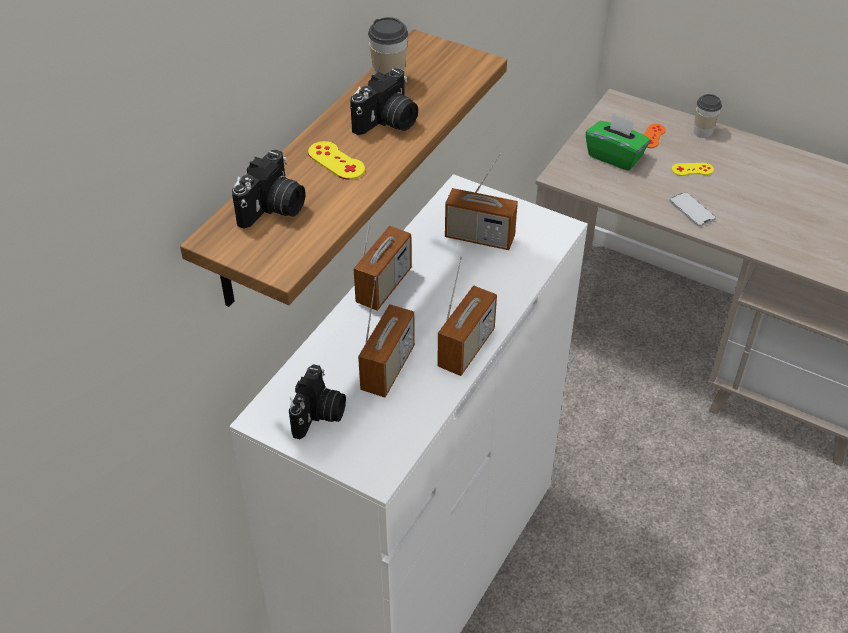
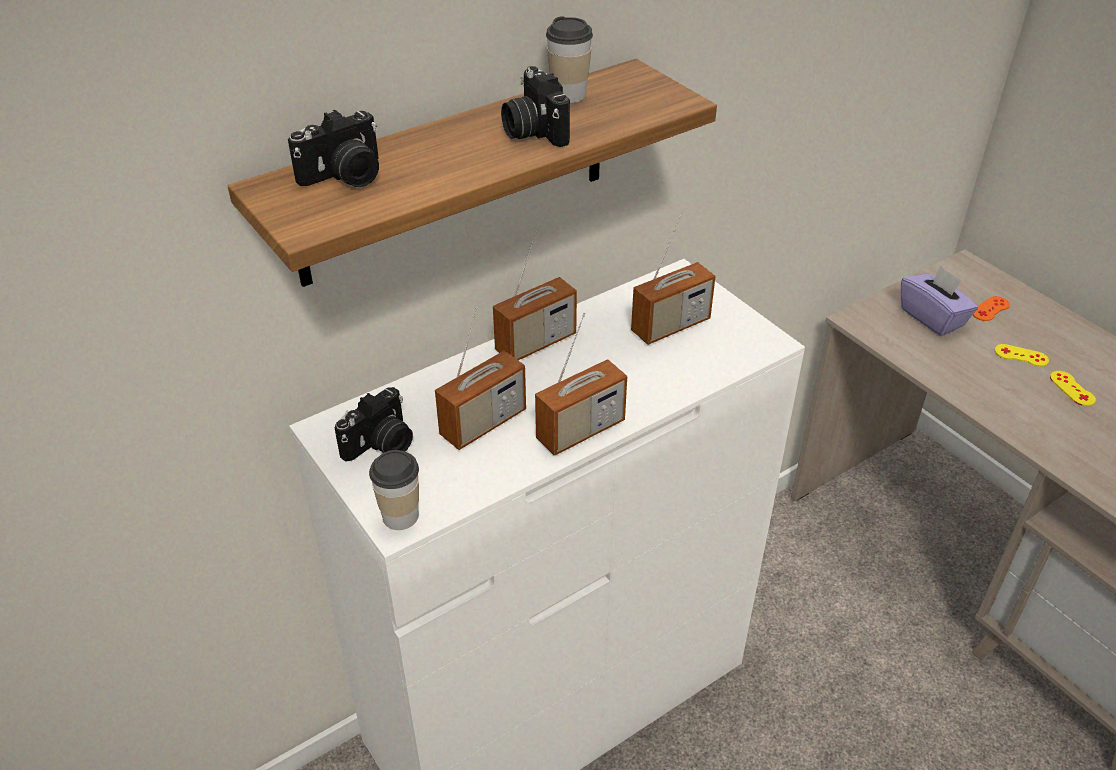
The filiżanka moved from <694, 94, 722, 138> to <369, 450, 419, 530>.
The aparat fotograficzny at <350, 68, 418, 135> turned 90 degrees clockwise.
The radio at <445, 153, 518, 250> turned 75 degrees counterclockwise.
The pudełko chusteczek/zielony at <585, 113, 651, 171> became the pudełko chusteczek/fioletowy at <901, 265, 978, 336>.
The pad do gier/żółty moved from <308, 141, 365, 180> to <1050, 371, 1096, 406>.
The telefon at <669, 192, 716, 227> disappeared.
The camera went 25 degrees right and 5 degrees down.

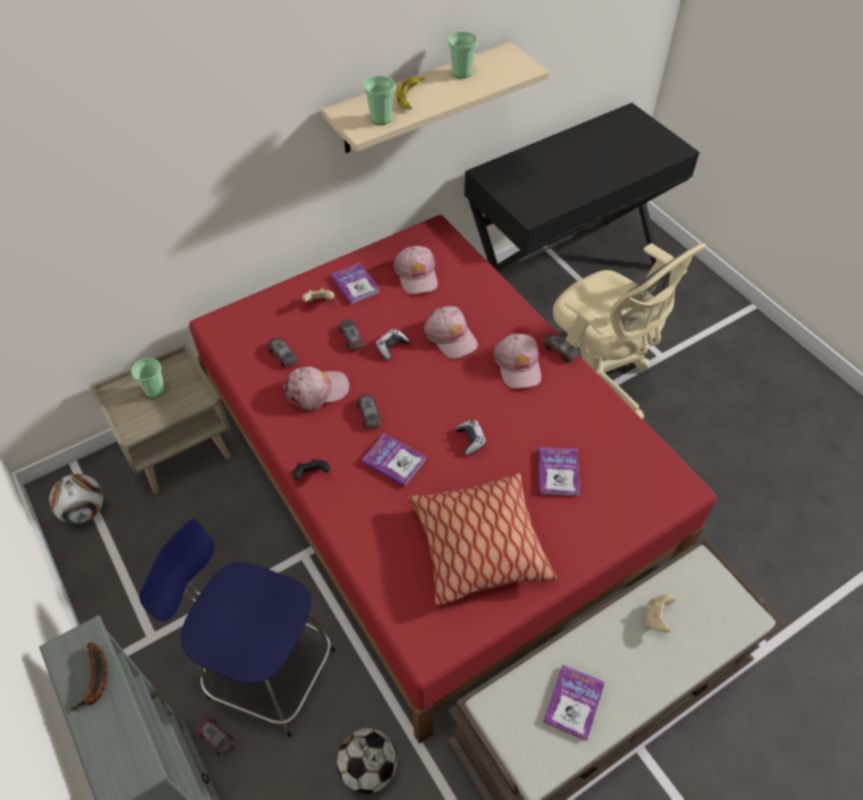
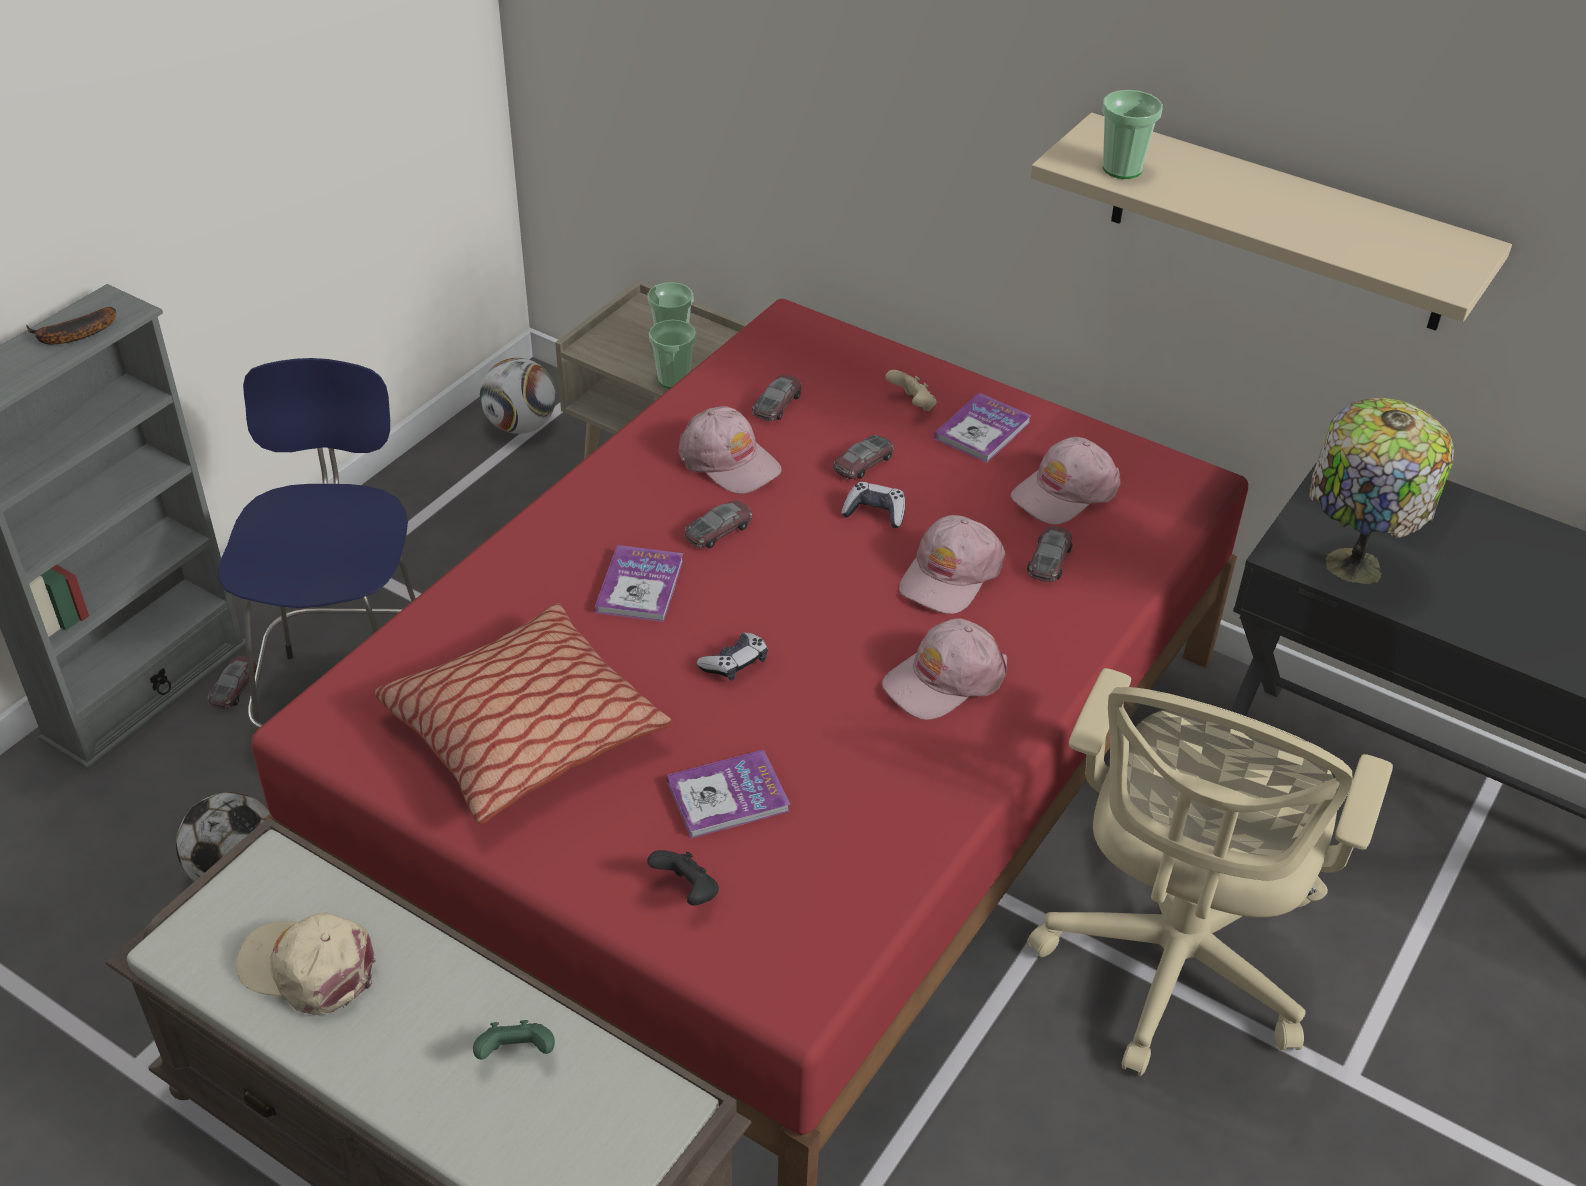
The książka at <543, 665, 605, 741> was replaced by the czapka z daszkiem/beżowy at <236, 912, 376, 1015>.
The pad do gier/beżowy at <644, 594, 676, 632> became the pad do gier/zielony at <473, 1020, 555, 1060>.
The pad do gier/czarny moved from <293, 459, 330, 480> to <647, 850, 719, 905>.
The filiżanka moved from <448, 31, 478, 78> to <649, 320, 696, 389>.
The samochodzik moved from <543, 333, 579, 362> to <1027, 526, 1072, 582>.
The lampa stołowa at <1309, 397, 1454, 584> appeared.
The banan at <396, 77, 425, 109> disappeared.
The camera went 65 degrees right and 10 degrees down.

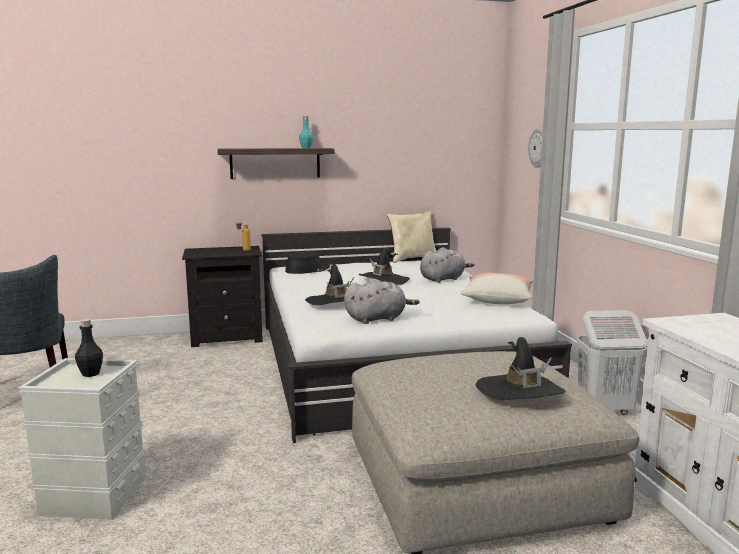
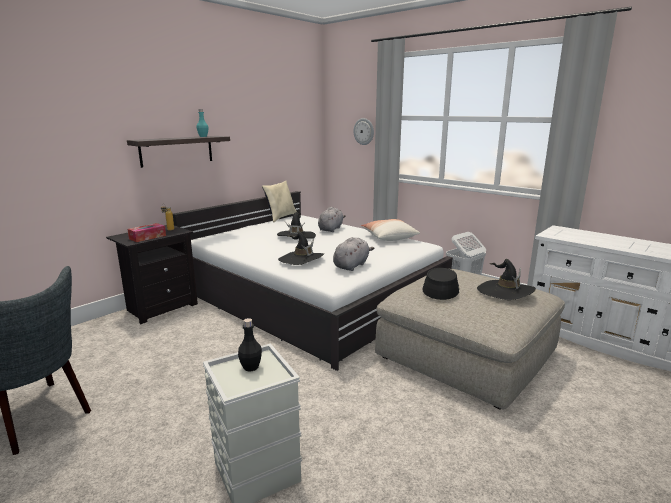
The pudełko chusteczek at <127, 223, 166, 242> appeared.
The kapelusz/czarny moved from <285, 252, 330, 274> to <423, 268, 459, 300>.
The camera went 35 degrees left and 5 degrees up.

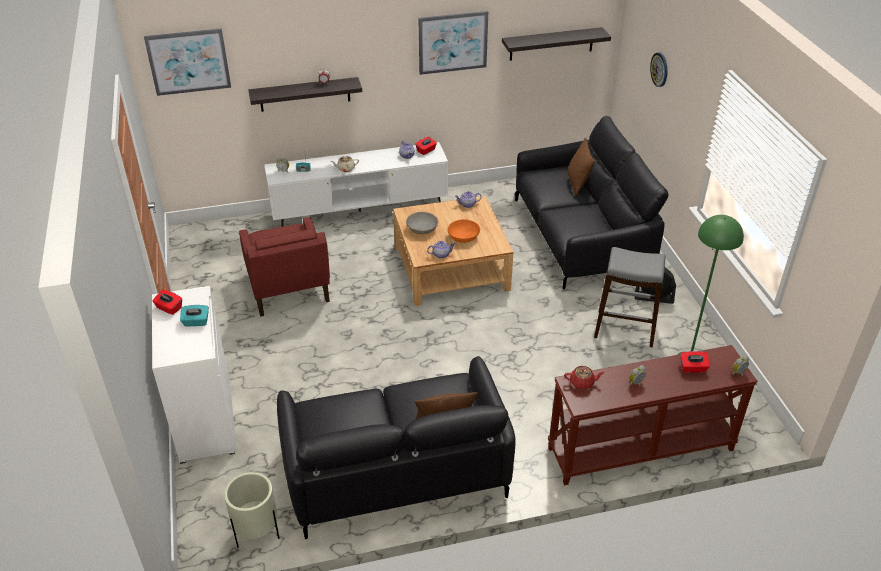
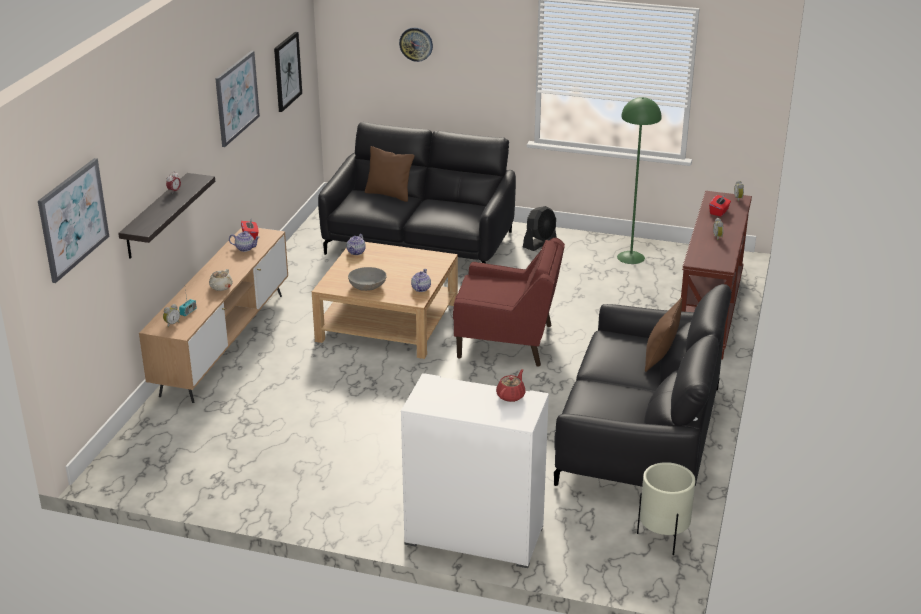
The szafka pod telewizor/biały at <264, 142, 448, 227> became the szafka pod telewizor/brązowy at <139, 227, 288, 403>.
The półka at <502, 27, 611, 61> was replaced by the obraz at <274, 31, 302, 112>.
The fotel/czerwony moved from <239, 217, 330, 317> to <453, 238, 565, 367>.
The imbryk/czerwony moved from <564, 366, 605, 389> to <496, 369, 526, 402>.
The pudełko chusteczek/czerwony at <152, 289, 182, 315> disappeared.
The pudełko chusteczek/turkusowy at <180, 305, 209, 327> disappeared.
The miska/pomarańczowy at <447, 219, 480, 243> disappeared.
The stołek/szary at <594, 247, 666, 348> disappeared.
The camera went 60 degrees left and 10 degrees down.

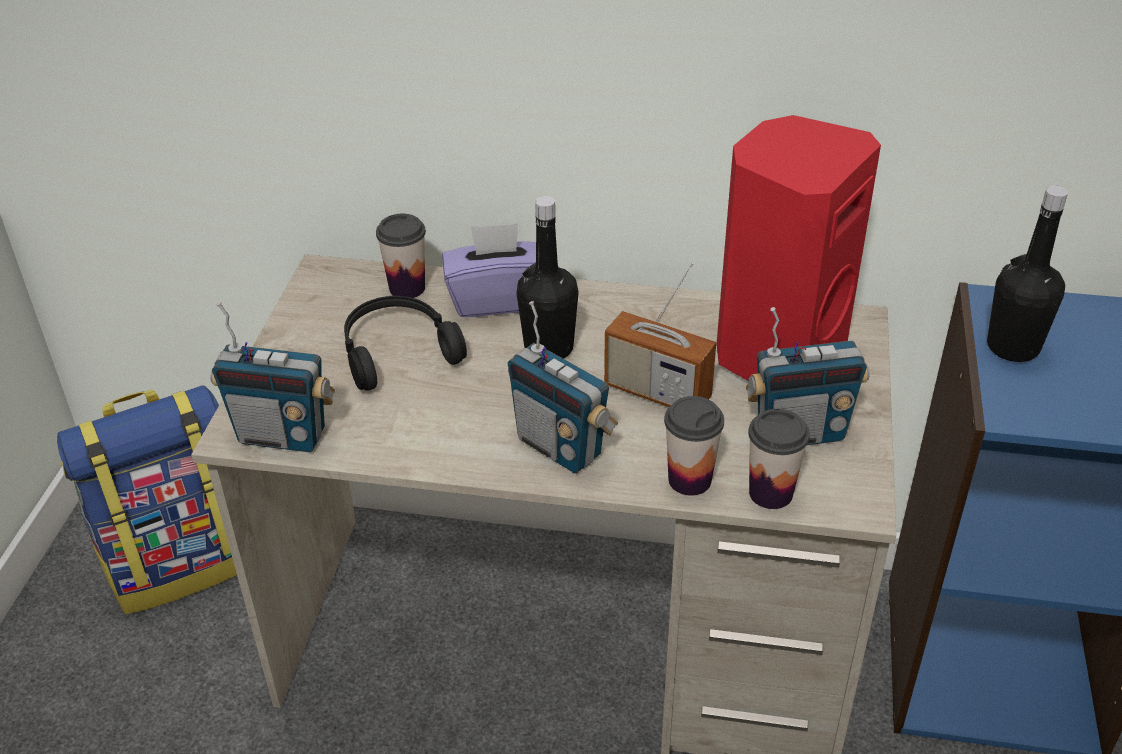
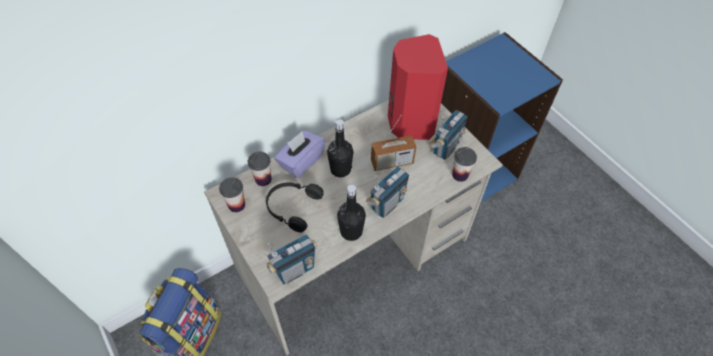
The filiżanka moved from <664, 396, 724, 496> to <219, 177, 245, 212>.
The butelka/czarny moved from <987, 185, 1068, 362> to <337, 185, 366, 241>.
The radio at <508, 301, 618, 473> turned 45 degrees counterclockwise.
The camera went 45 degrees left and 15 degrees up.

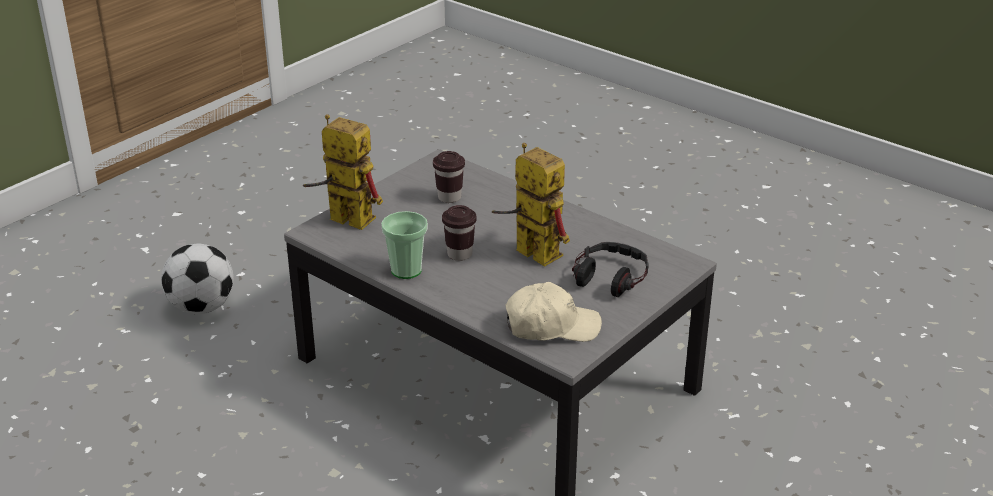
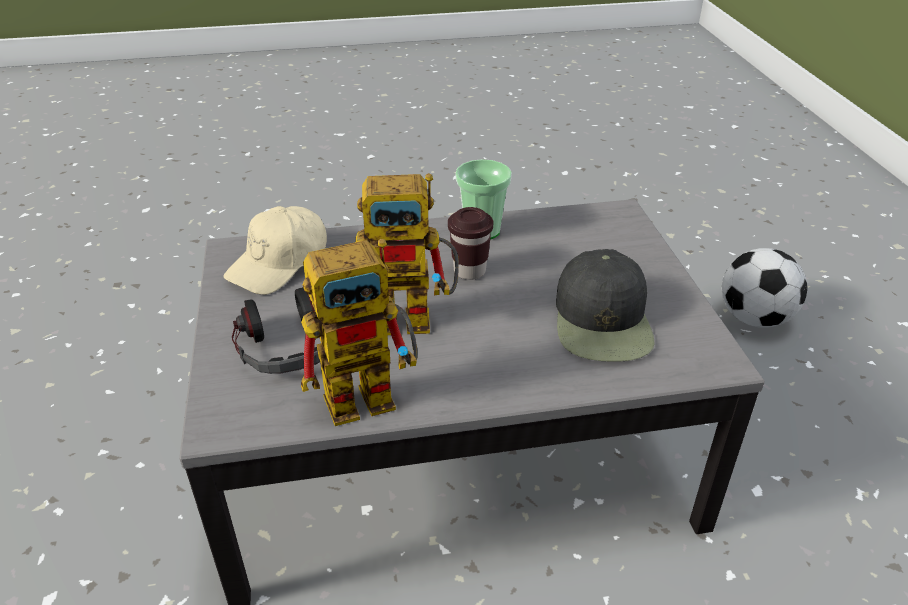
The robot zabawkowy moved from <303, 114, 383, 230> to <301, 239, 418, 426>.
The filiżanka/brązowy at <433, 151, 465, 203> was replaced by the czapka z daszkiem/czarny at <556, 249, 655, 362>.
The camera went 130 degrees right and 5 degrees up.

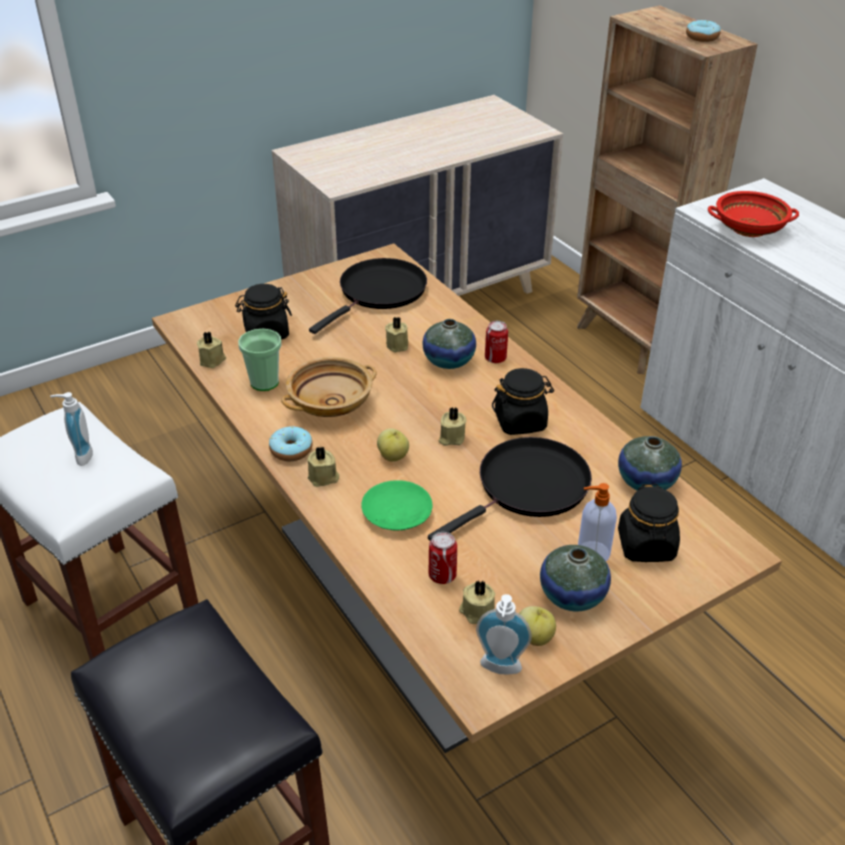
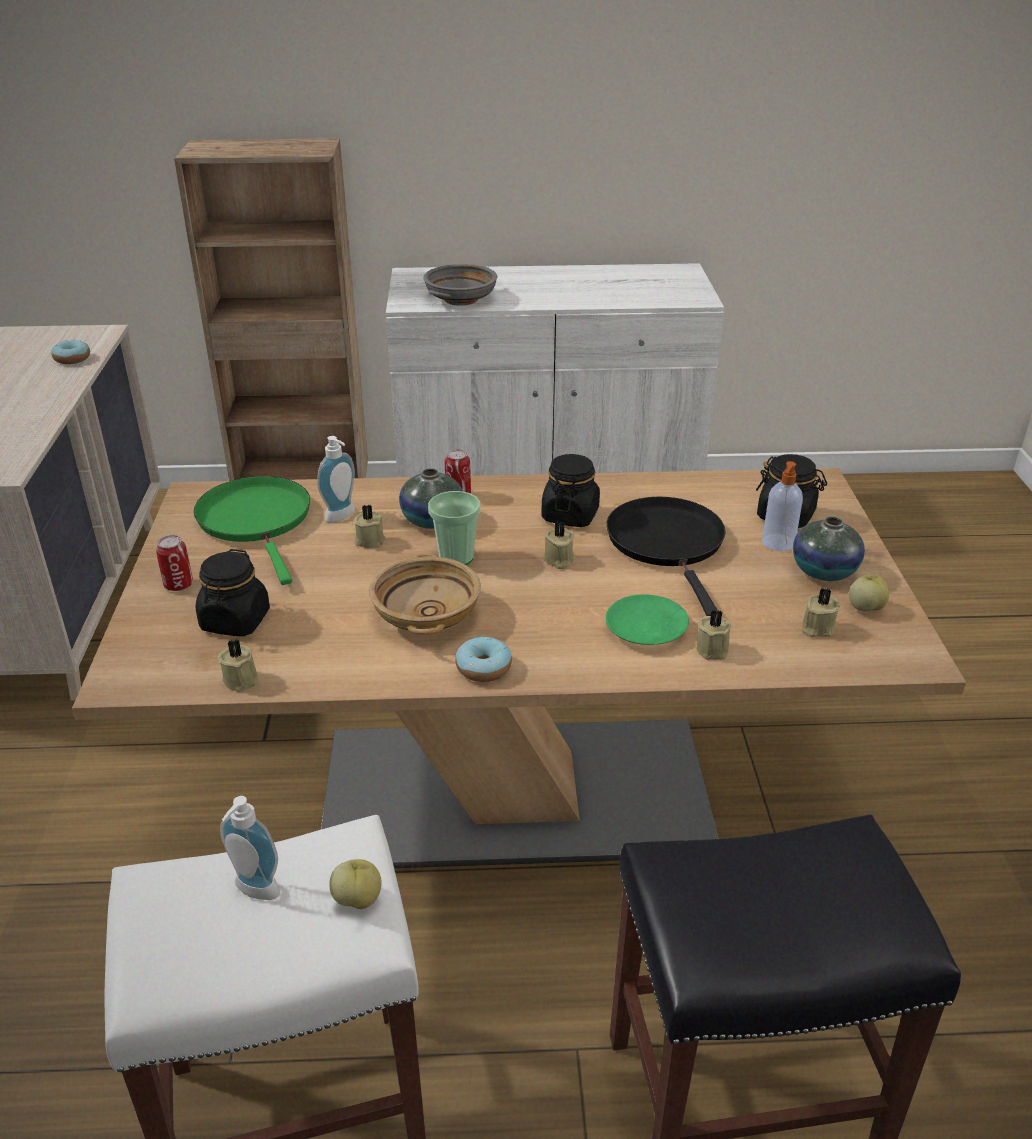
The donut moved from <686, 20, 721, 42> to <51, 339, 90, 364>.
The puszka moved from <429, 532, 457, 584> to <156, 535, 193, 591>.
The patelnia/czarny at <309, 258, 427, 334> became the patelnia/zielony at <193, 476, 310, 585>.
The dozownik mydła moved from <476, 594, 532, 675> to <317, 436, 355, 522>.
The jabłko moved from <377, 428, 409, 462> to <329, 859, 382, 909>.
The miska/czerwony at <708, 191, 799, 237> became the miska/szary at <423, 264, 497, 306>.
The filiżanka moved from <238, 329, 282, 391> to <428, 491, 480, 565>.
The świeca/beżowy moved from <307, 446, 339, 487> to <697, 610, 731, 660>.
The wazon at <618, 436, 682, 491> disappeared.
The camera went 60 degrees left and 5 degrees down.

